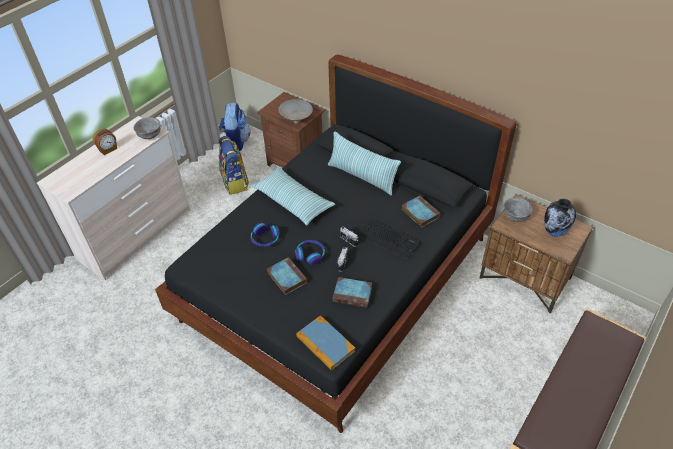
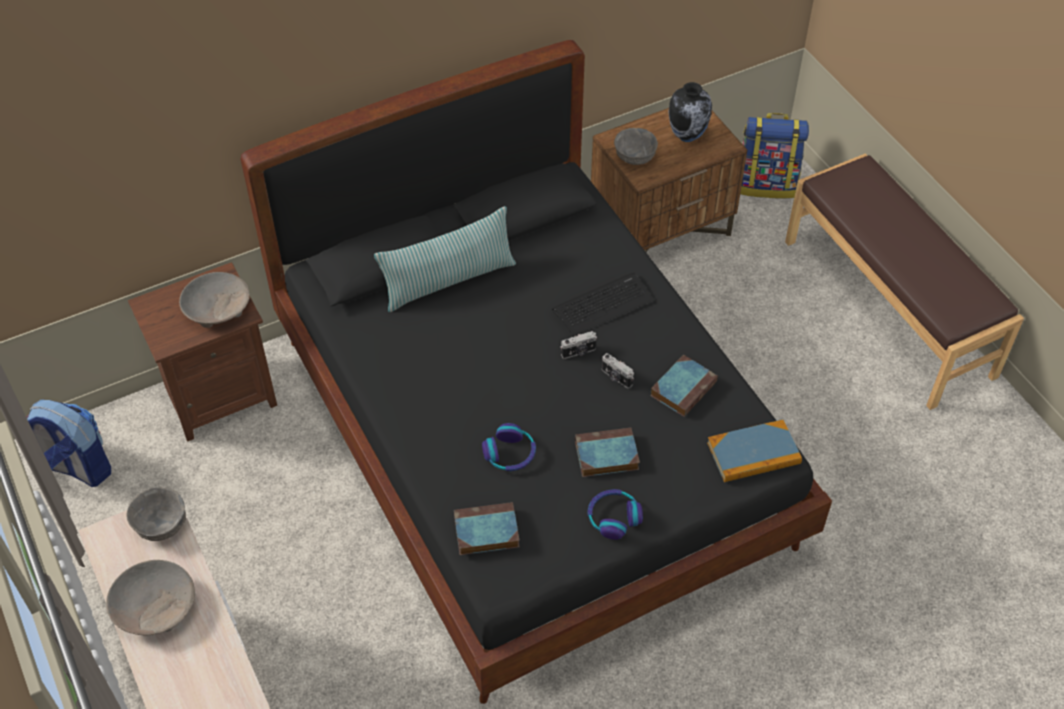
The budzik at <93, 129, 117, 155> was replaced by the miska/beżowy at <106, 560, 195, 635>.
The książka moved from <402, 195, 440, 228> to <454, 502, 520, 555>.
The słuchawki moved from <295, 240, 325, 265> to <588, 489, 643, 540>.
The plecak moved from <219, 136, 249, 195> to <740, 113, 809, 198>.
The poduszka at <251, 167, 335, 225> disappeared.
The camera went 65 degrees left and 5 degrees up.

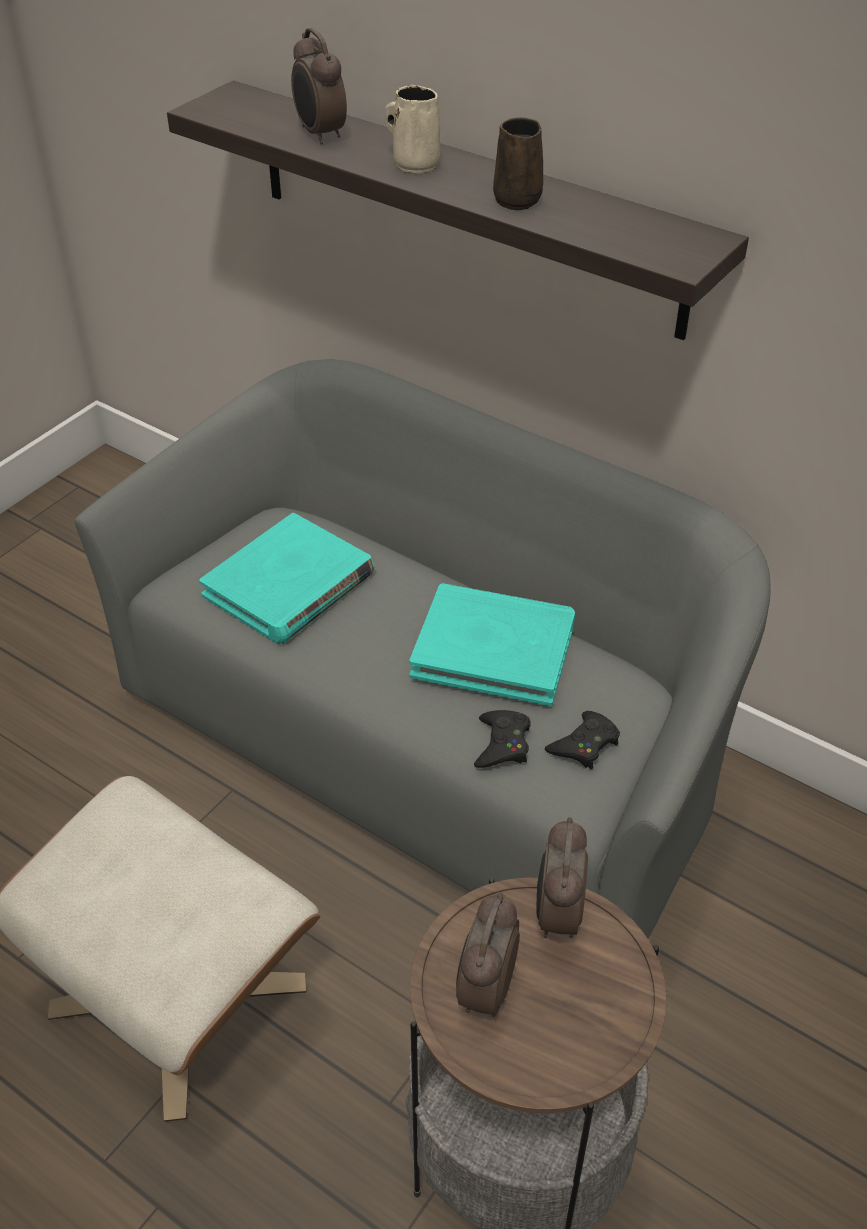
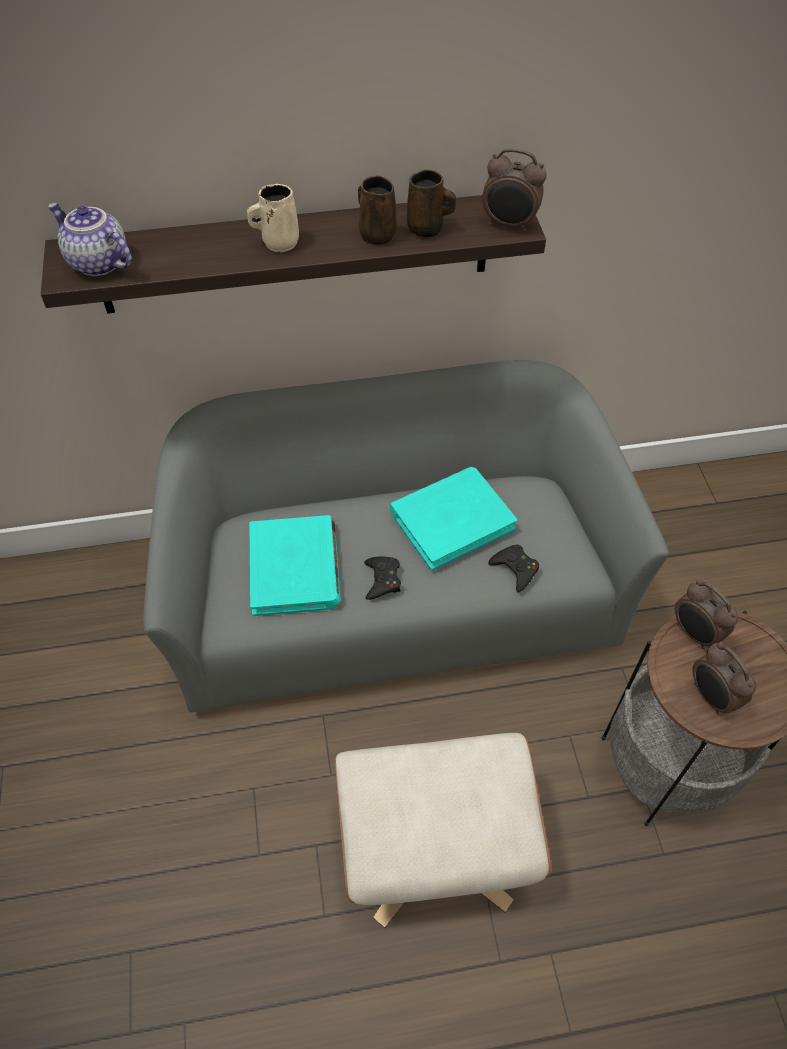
The imbryk at <48, 203, 132, 276> appeared.
The pad do gier/czarny moved from <545, 711, 620, 769> to <364, 556, 401, 600>.
The kubek/brązowy at <407, 169, 456, 238> appeared.
The budzik moved from <291, 28, 347, 145> to <482, 148, 547, 232>.
The camera went 45 degrees left and 10 degrees up.

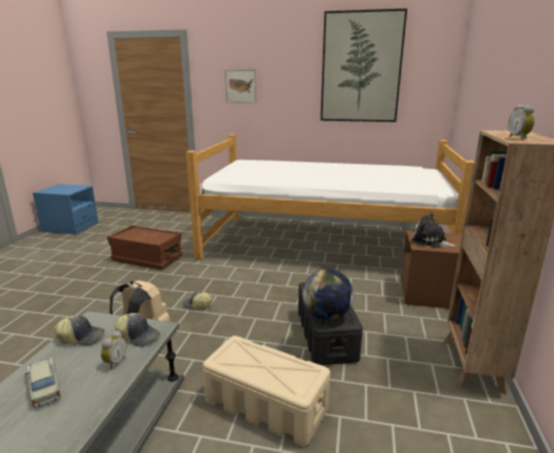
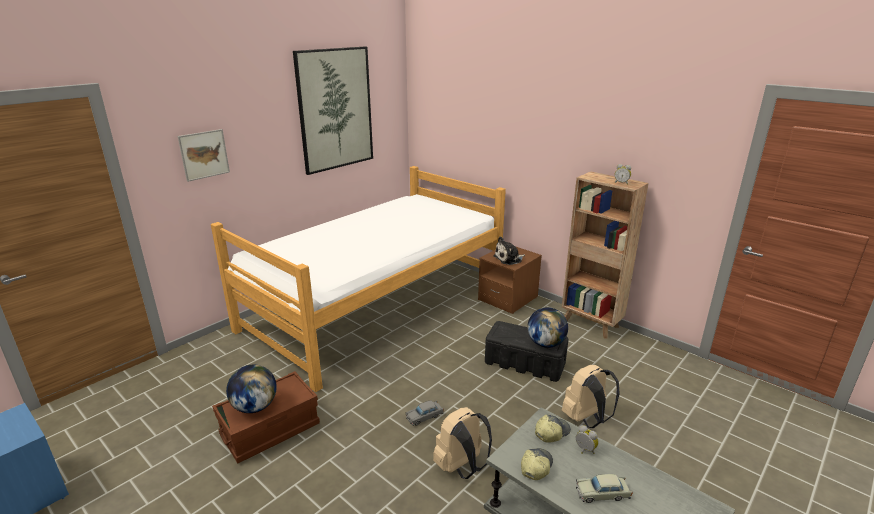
The globus at <226, 365, 277, 413> appeared.
The czapka z daszkiem at <182, 291, 213, 309> was replaced by the samochodzik/szary at <406, 400, 444, 426>.
The pojemnik do przechowywania/beżowy at <203, 336, 330, 446> was replaced by the plecak/beżowy at <562, 365, 620, 428>.
The camera went 60 degrees left and 5 degrees up.

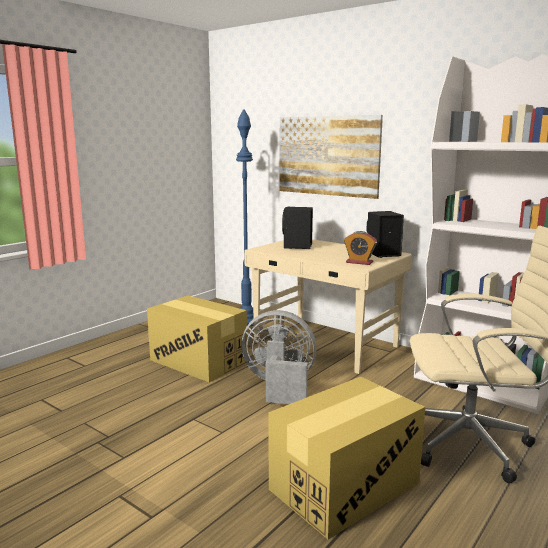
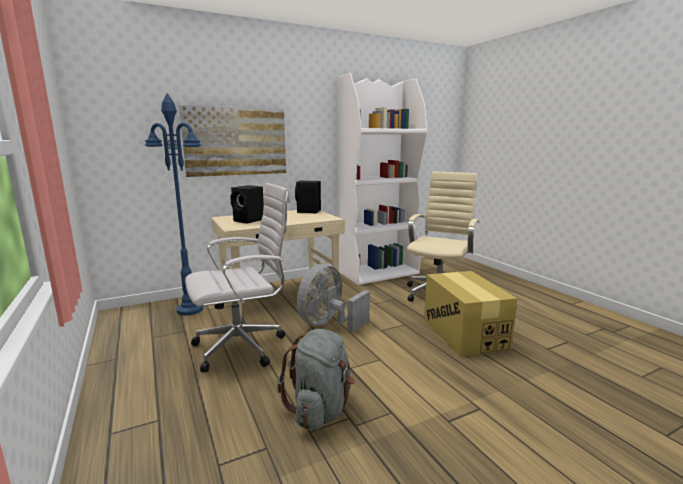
The karton at <147, 296, 247, 382> was replaced by the krzesło biurowe/biały at <185, 183, 291, 372>.
The plecak/szary at <277, 329, 355, 430> appeared.
The budzik at <344, 231, 377, 265> disappeared.
The camera went 65 degrees left and 0 degrees up.

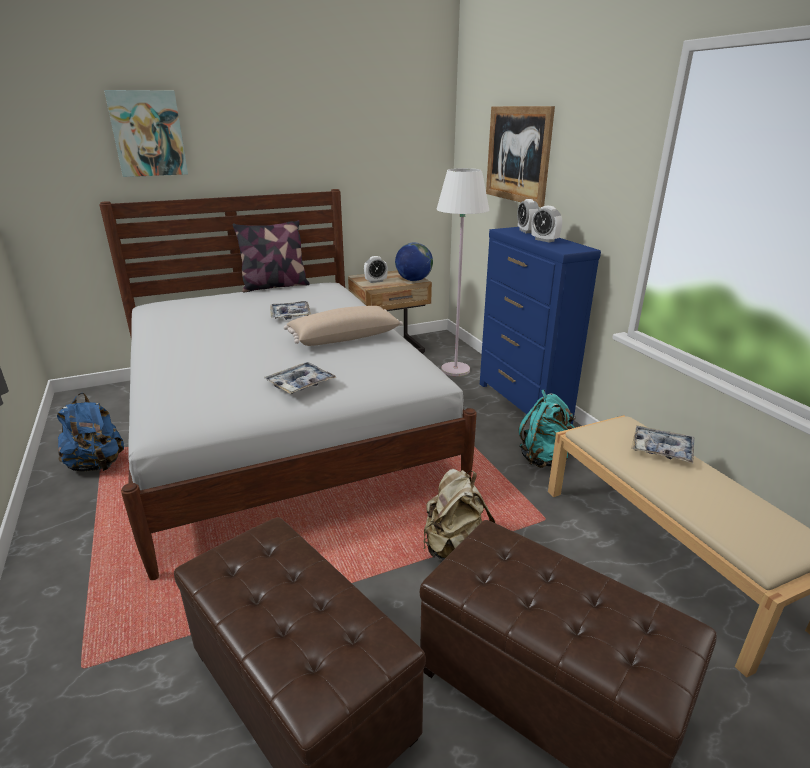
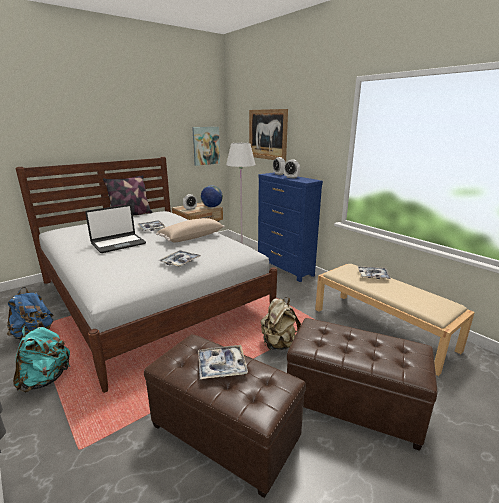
The plecak/turkusowy moved from <519, 390, 576, 468> to <13, 326, 71, 392>.
The laptop at <85, 204, 146, 253> appeared.
The obraz moved from <104, 90, 188, 177> to <192, 127, 220, 166>.
The taca at <198, 345, 248, 379> appeared.
The camera went 15 degrees left and 5 degrees down.

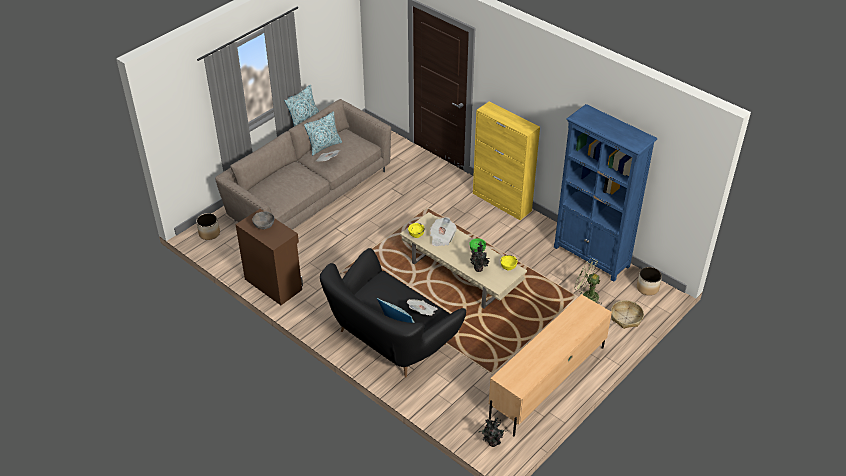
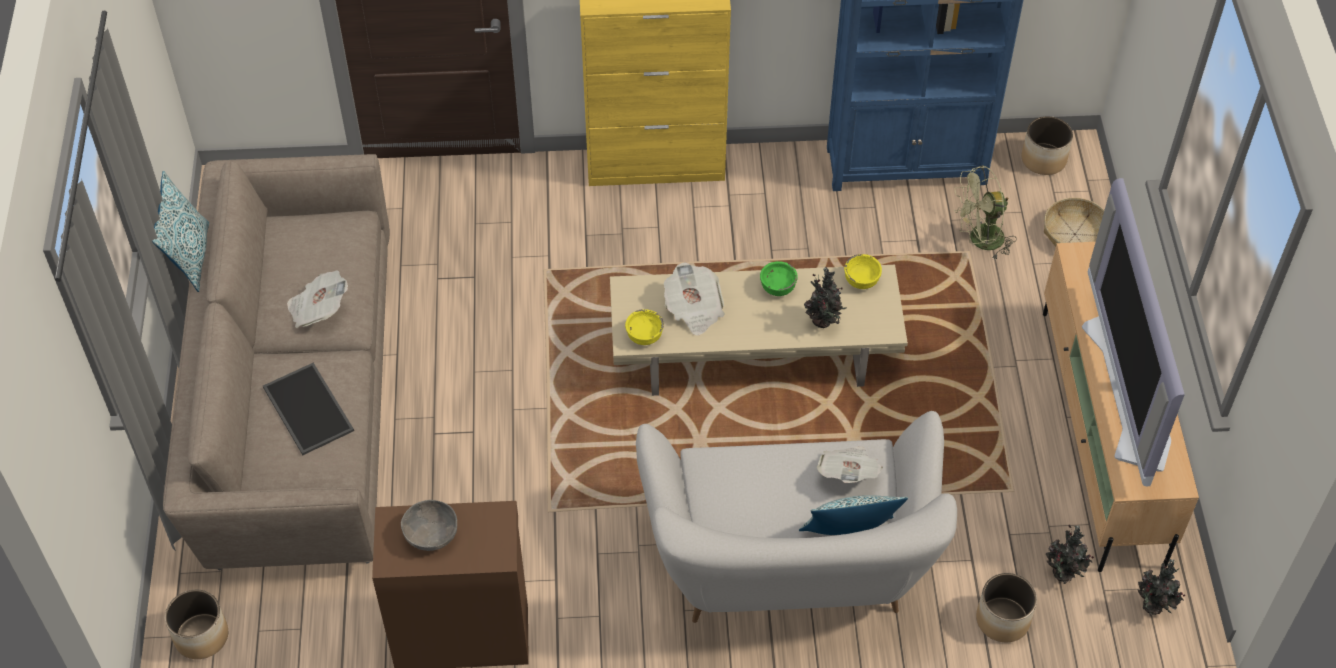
The taca at <263, 363, 354, 455> appeared.
The kanapa/czarny at <320, 248, 466, 378> became the kanapa/biały at <636, 411, 957, 623>.
The donica at <976, 573, 1037, 642> appeared.
The roślina doniczkowa at <1046, 525, 1094, 584> appeared.
The telewizor at <1082, 178, 1185, 486> appeared.
The poduszka at <304, 111, 342, 155> disappeared.
The camera went 45 degrees left and 10 degrees up.

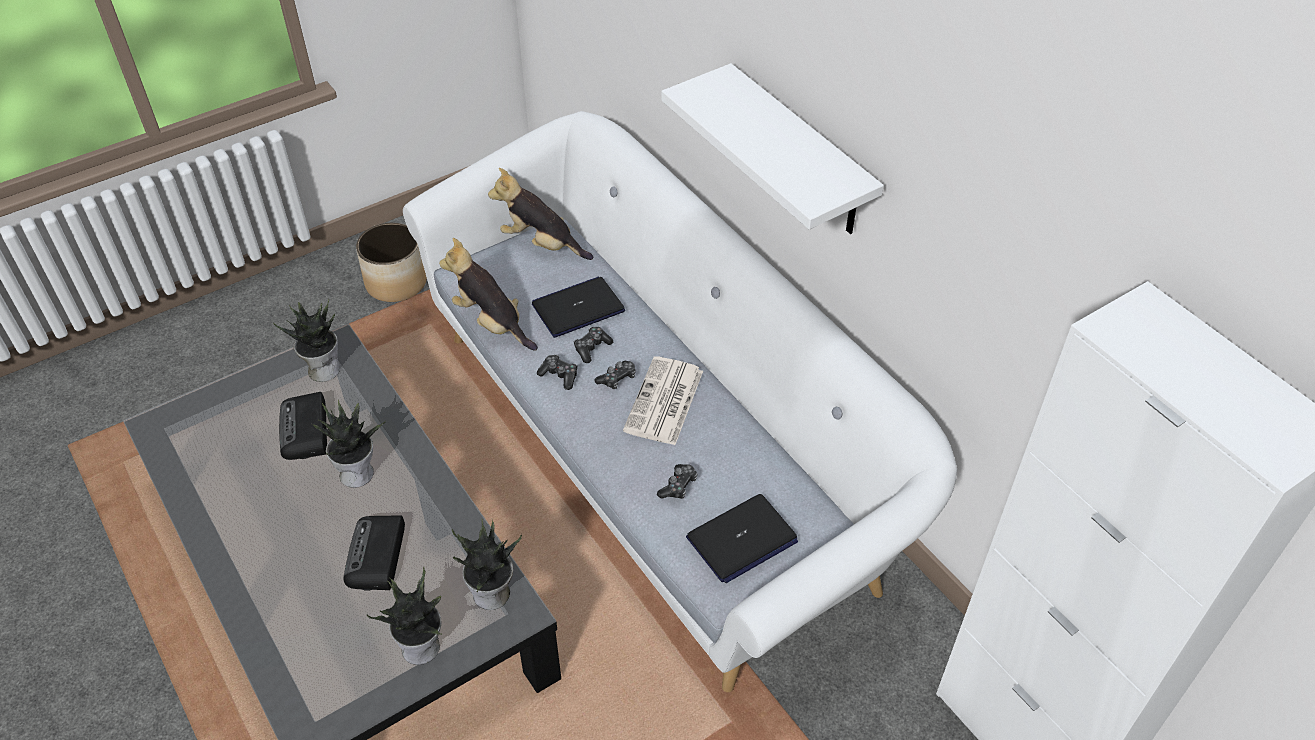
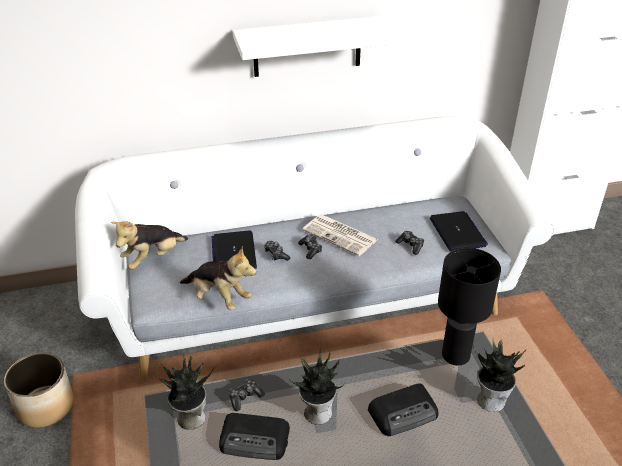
The pluszak at <439, 238, 538, 351> turned 120 degrees counterclockwise.
The pad do gier moved from <537, 354, 577, 390> to <229, 379, 265, 411>.
The radio at <343, 515, 405, 591> turned 45 degrees counterclockwise.
The roślina doniczkowa at <452, 518, 522, 610> was replaced by the lampa stołowa/czarny at <438, 248, 501, 365>.
The camera went 70 degrees left and 10 degrees down.

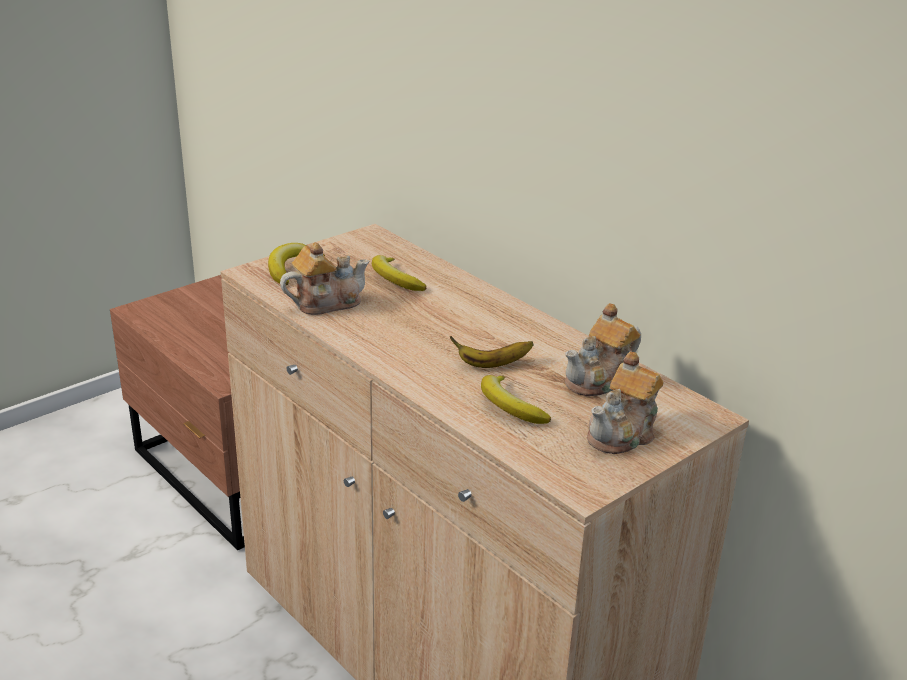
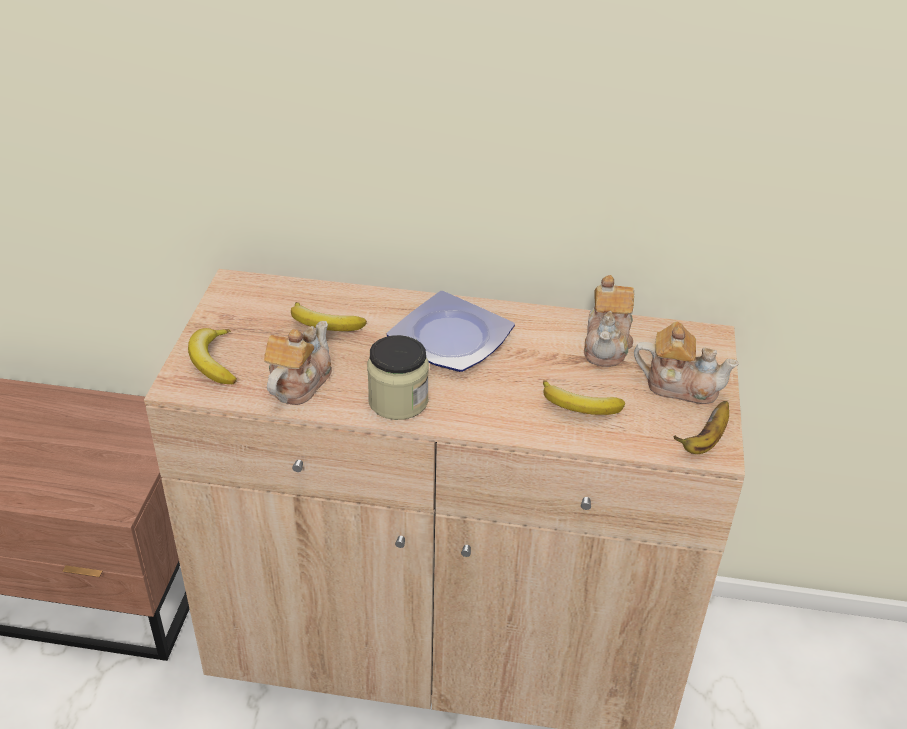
The słoik at <367, 335, 429, 420> appeared.
The talerz at <387, 291, 515, 372> appeared.
The imbryk at <587, 351, 664, 454> turned 75 degrees counterclockwise.
The banan moved from <450, 336, 534, 368> to <673, 401, 729, 454>.
The camera went 40 degrees left and 10 degrees up.

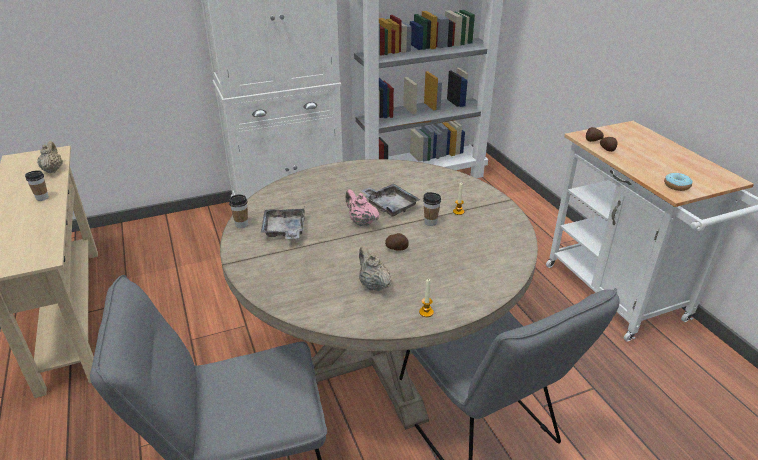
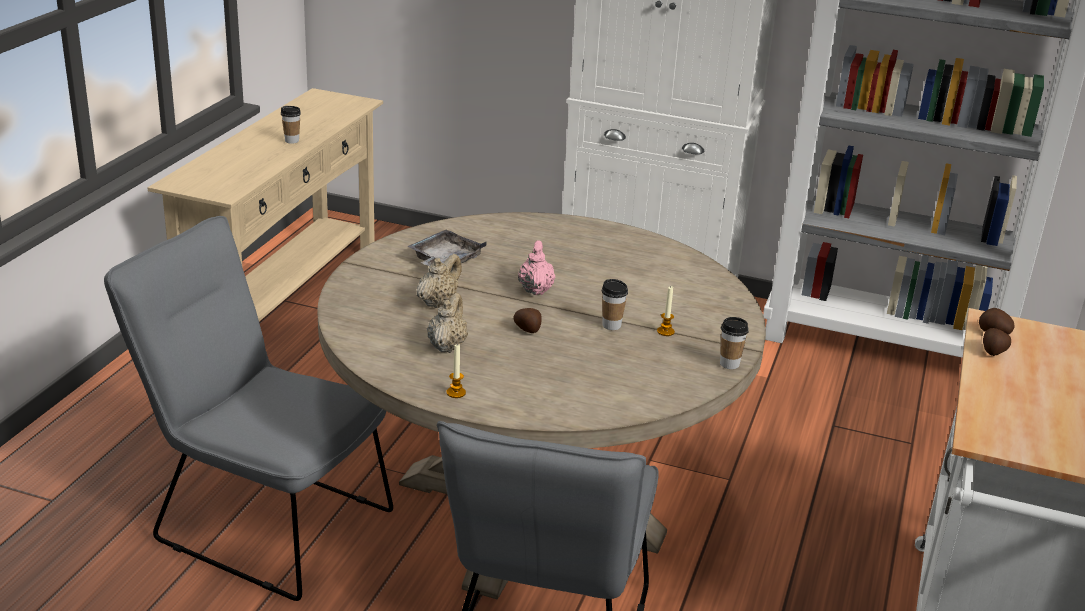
The imbryk/beżowy moved from <37, 141, 63, 173> to <417, 254, 462, 308>.
The filiżanka moved from <229, 194, 248, 228> to <720, 317, 749, 369>.
The taca/szary at <361, 183, 420, 217> disappeared.
The donut at <664, 173, 693, 191> disappeared.
The camera went 40 degrees right and 5 degrees down.

